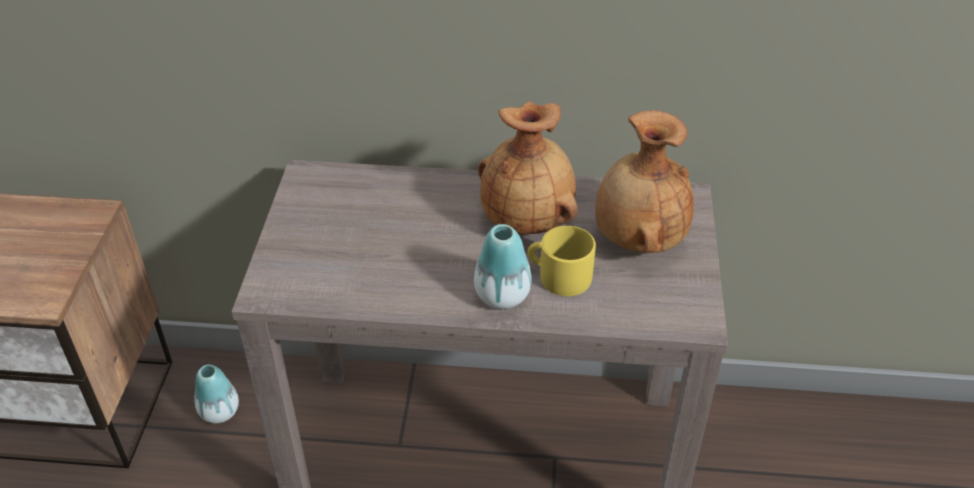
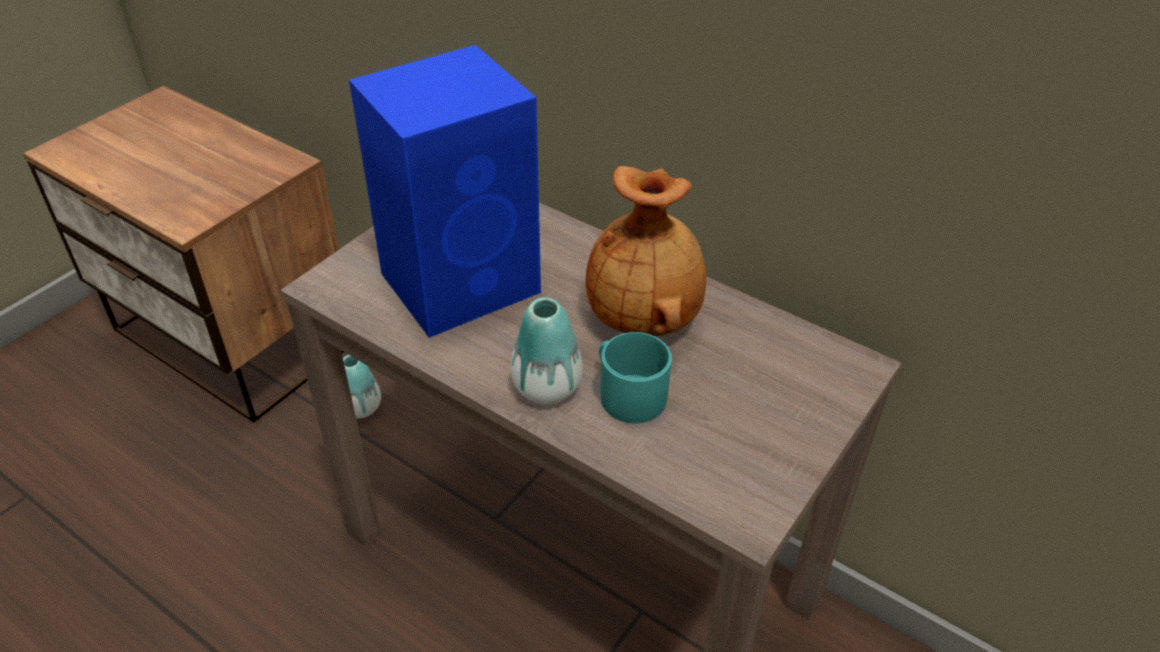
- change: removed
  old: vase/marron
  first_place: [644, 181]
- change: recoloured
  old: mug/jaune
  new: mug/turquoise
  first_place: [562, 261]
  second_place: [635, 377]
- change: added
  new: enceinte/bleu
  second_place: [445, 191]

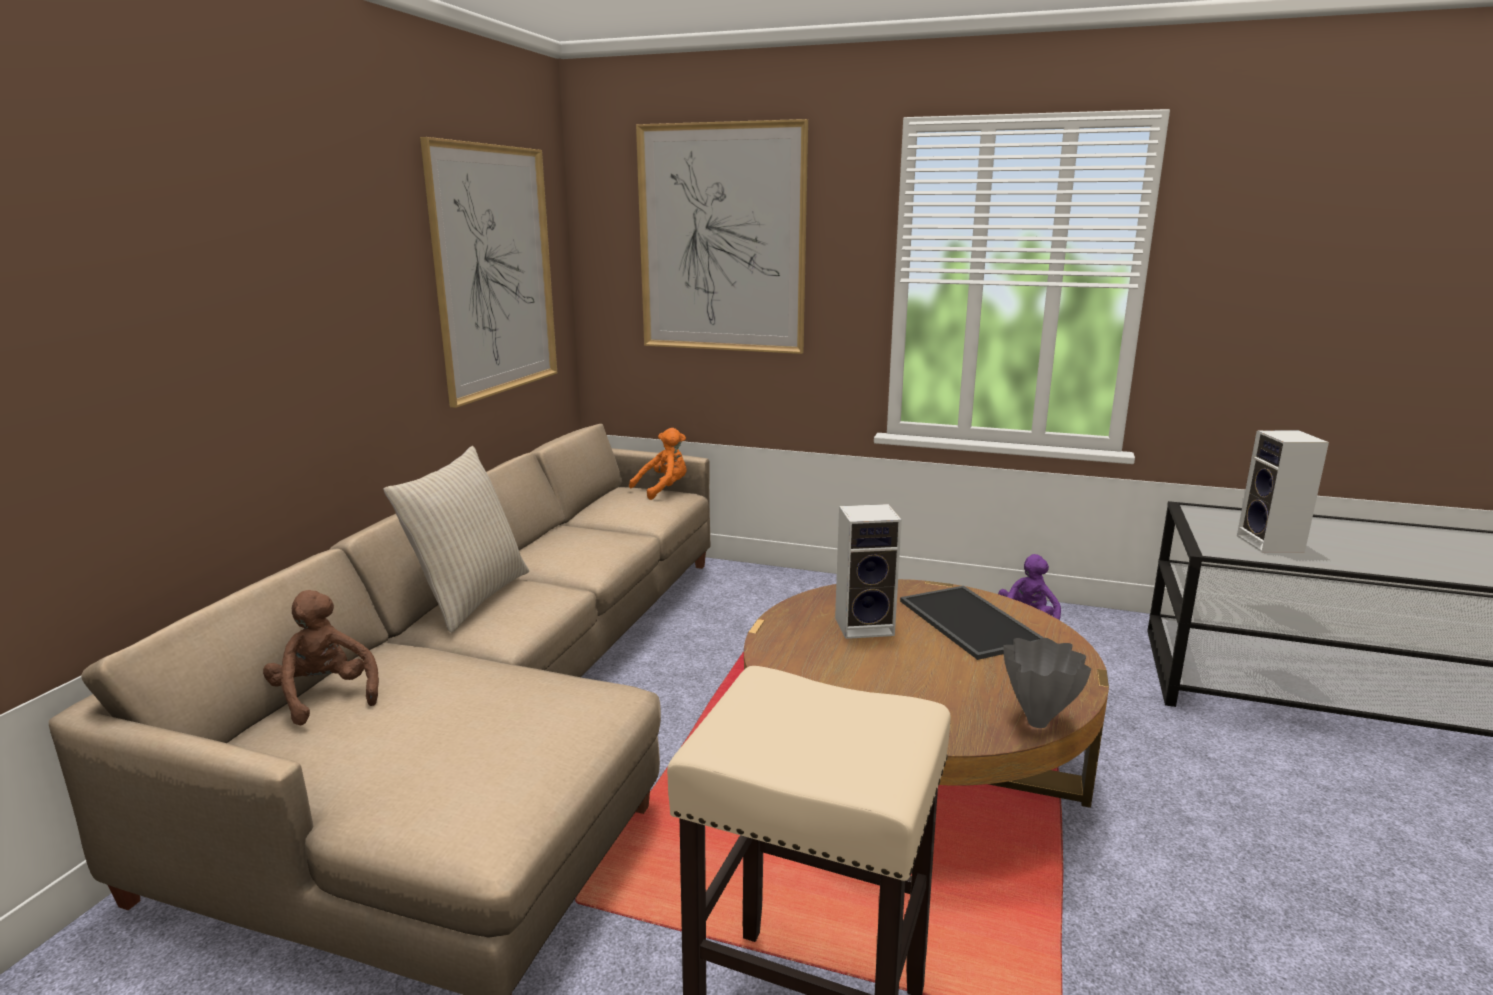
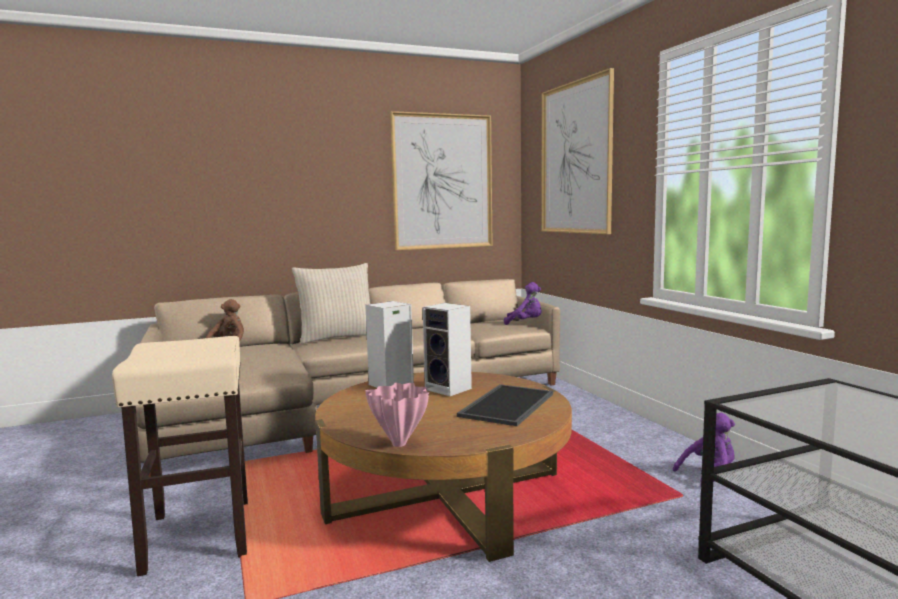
- change: recoloured
  old: peluche/orange
  new: peluche/violet
  first_place: [658, 464]
  second_place: [523, 303]
- change: moved
  old: enceinte
  first_place: [1283, 491]
  second_place: [389, 344]
- change: recoloured
  old: vase/gris
  new: vase/rose
  first_place: [1047, 683]
  second_place: [397, 415]

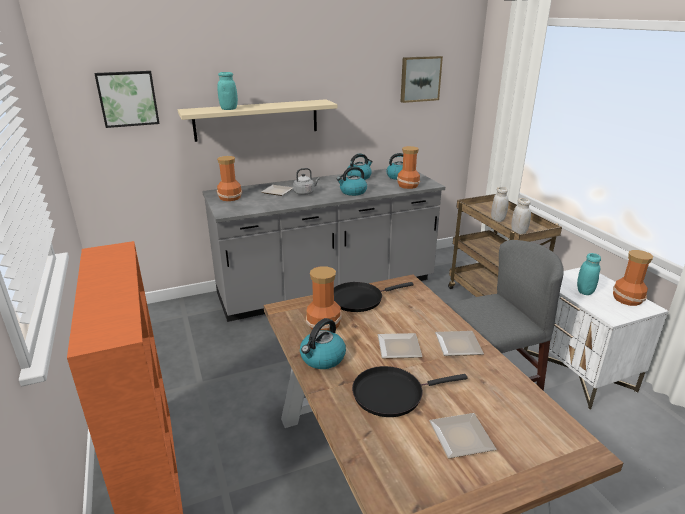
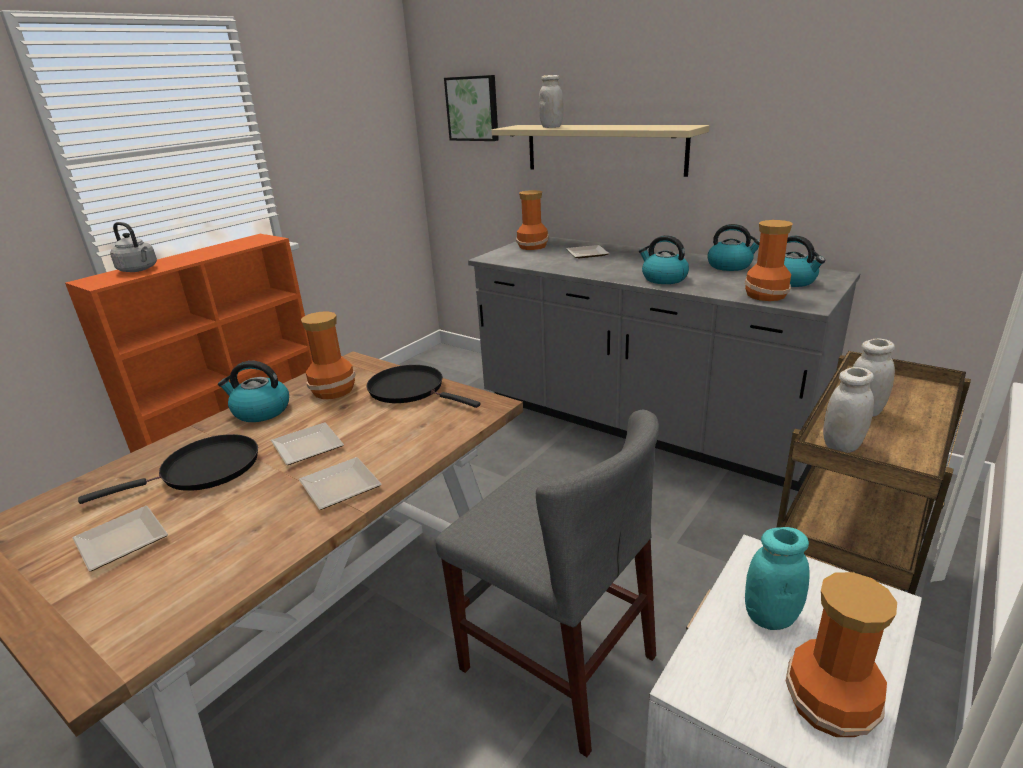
- change: removed
  old: tableau
  first_place: [422, 79]
- change: recoloured
  old: bocal/turquoise
  new: bocal/blanc
  first_place: [227, 91]
  second_place: [551, 101]
- change: moved
  old: bouilloire/gris
  first_place: [306, 181]
  second_place: [133, 247]
- change: turned
  old: poêle/noir
  first_place: [410, 391]
  second_place: [168, 469]
  degrees: 105

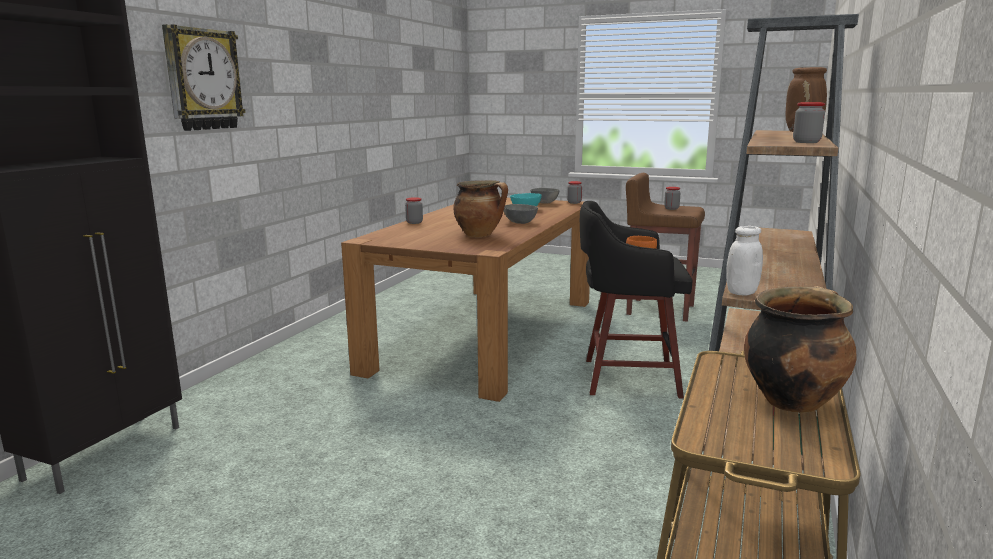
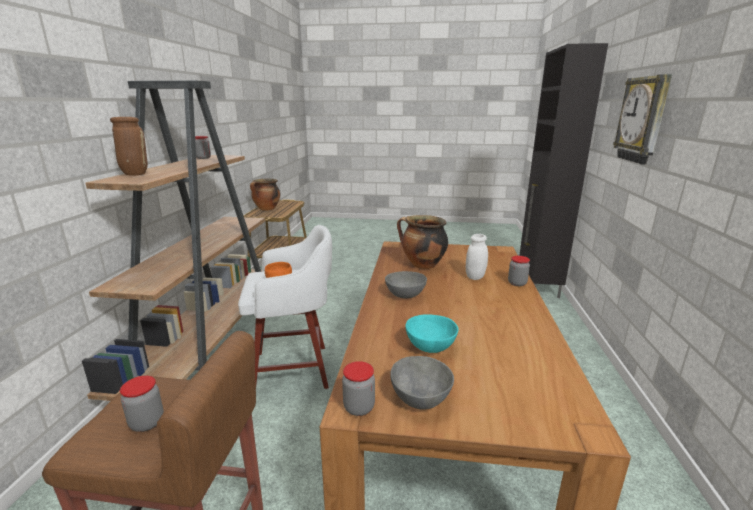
- change: recoloured
  old: tabouret/noir
  new: tabouret/blanc
  first_place: [636, 299]
  second_place: [285, 307]
- change: moved
  old: bocal/blanc
  first_place: [744, 260]
  second_place: [477, 257]

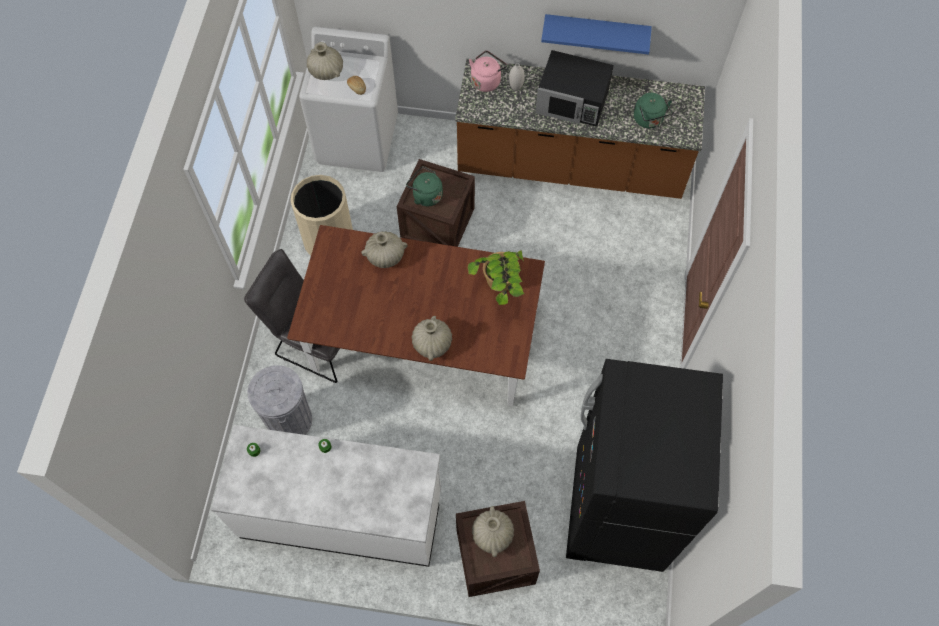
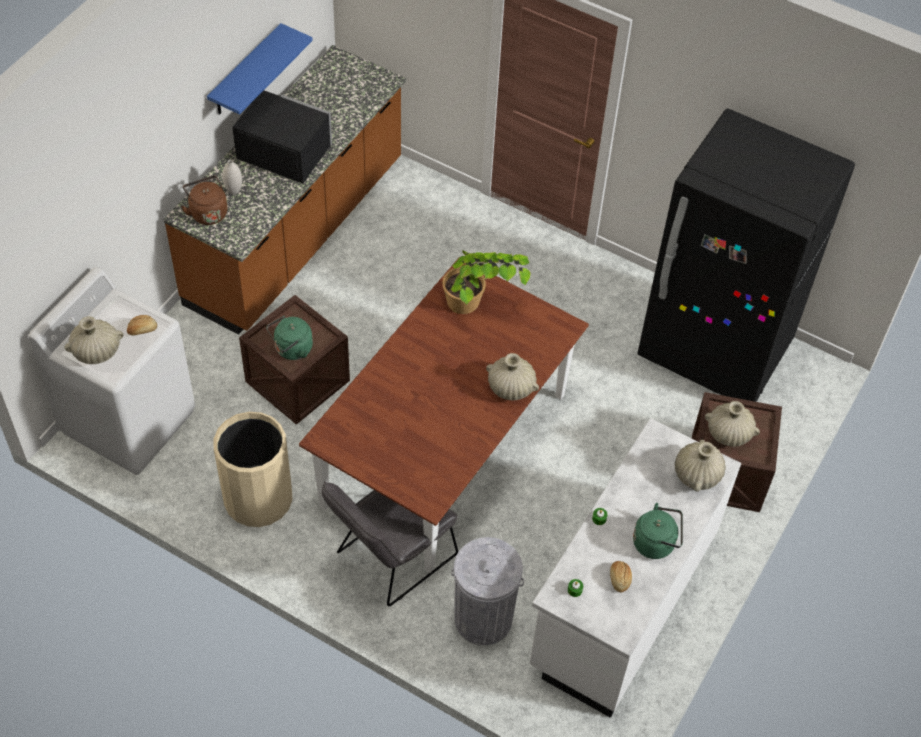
- change: recoloured
  old: bouilloire/rose
  new: bouilloire/marron
  first_place: [488, 71]
  second_place: [204, 200]
- change: turned
  old: micro-ondes/noir
  first_place: [574, 88]
  second_place: [282, 136]
  degrees: -105
- change: moved
  old: bouilloire/vert
  first_place: [653, 110]
  second_place: [658, 531]
- change: moved
  old: vase/beige
  first_place: [384, 249]
  second_place: [700, 466]
- change: added
  new: pain
  second_place: [621, 576]

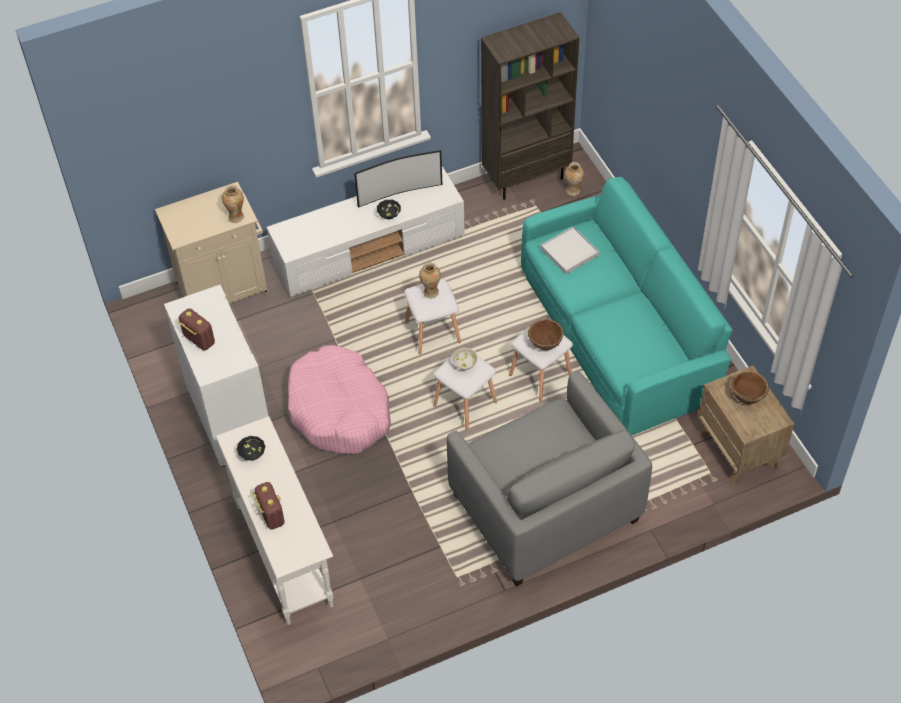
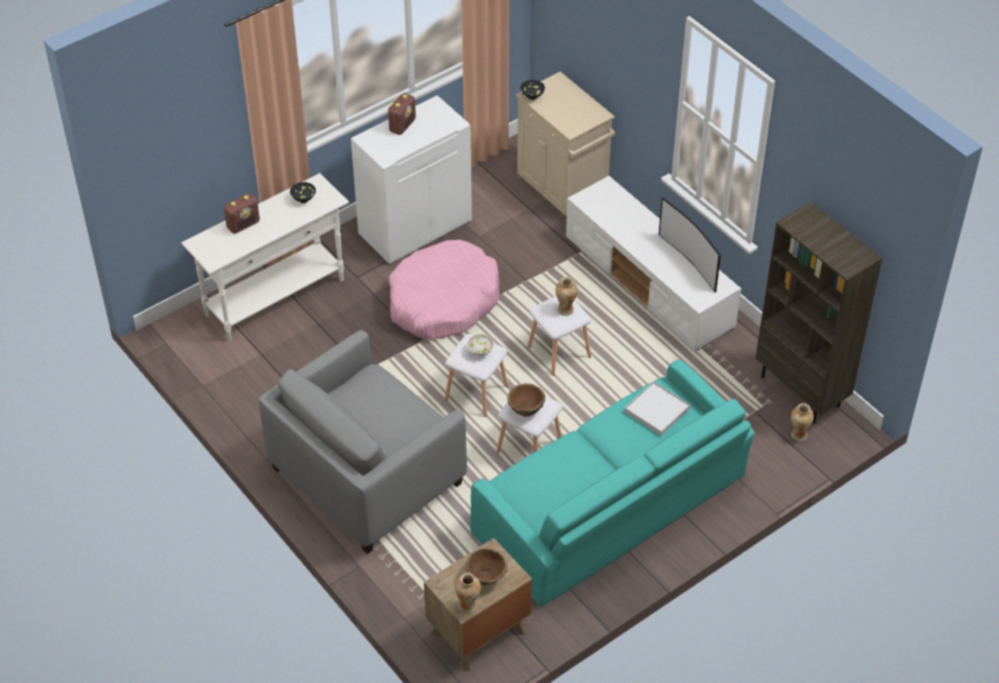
- change: moved
  old: vase
  first_place: [233, 204]
  second_place: [468, 593]
- change: moved
  old: bol/noir
  first_place: [389, 210]
  second_place: [532, 90]

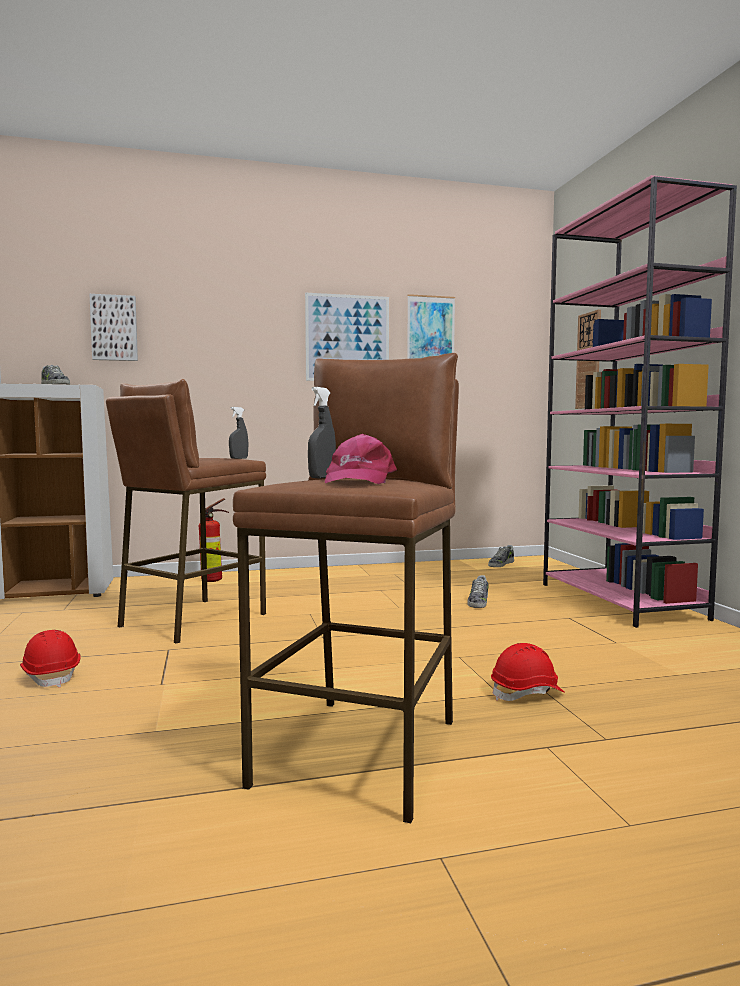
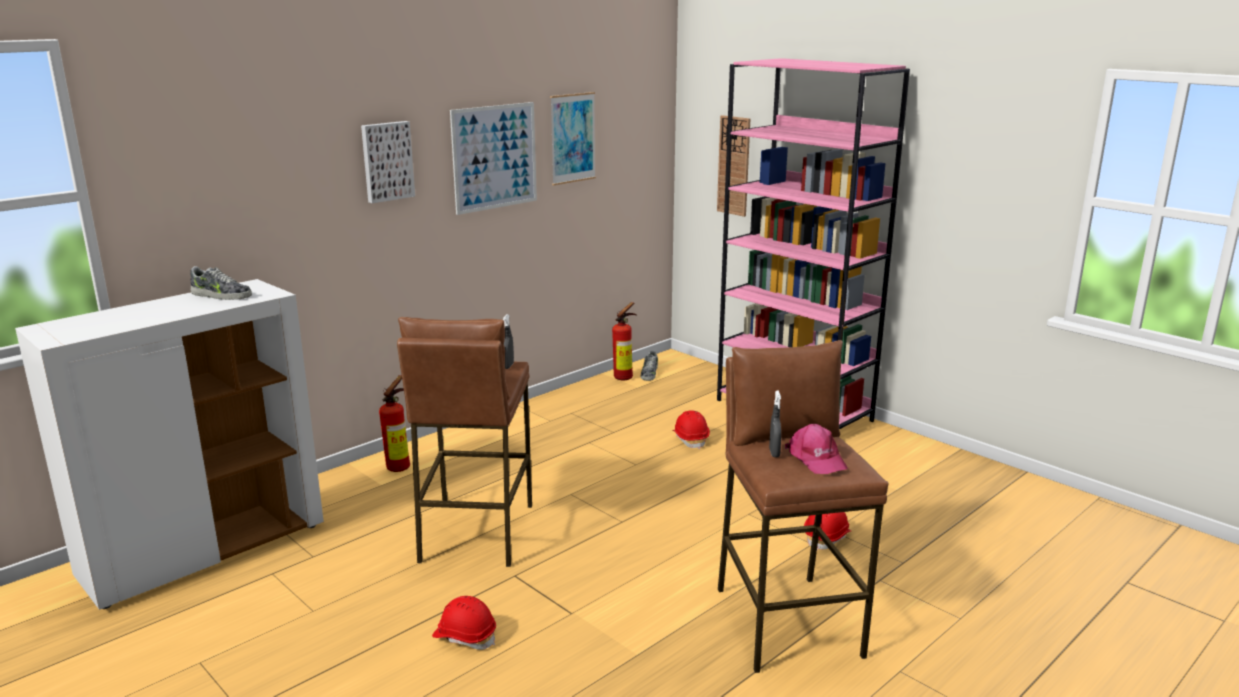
- change: moved
  old: tableau
  first_place: [114, 327]
  second_place: [388, 162]
- change: replaced
  old: chaussure
  new: casque de chantier/rouge
  first_place: [478, 591]
  second_place: [691, 429]
- change: added
  new: extincteur
  second_place: [624, 341]

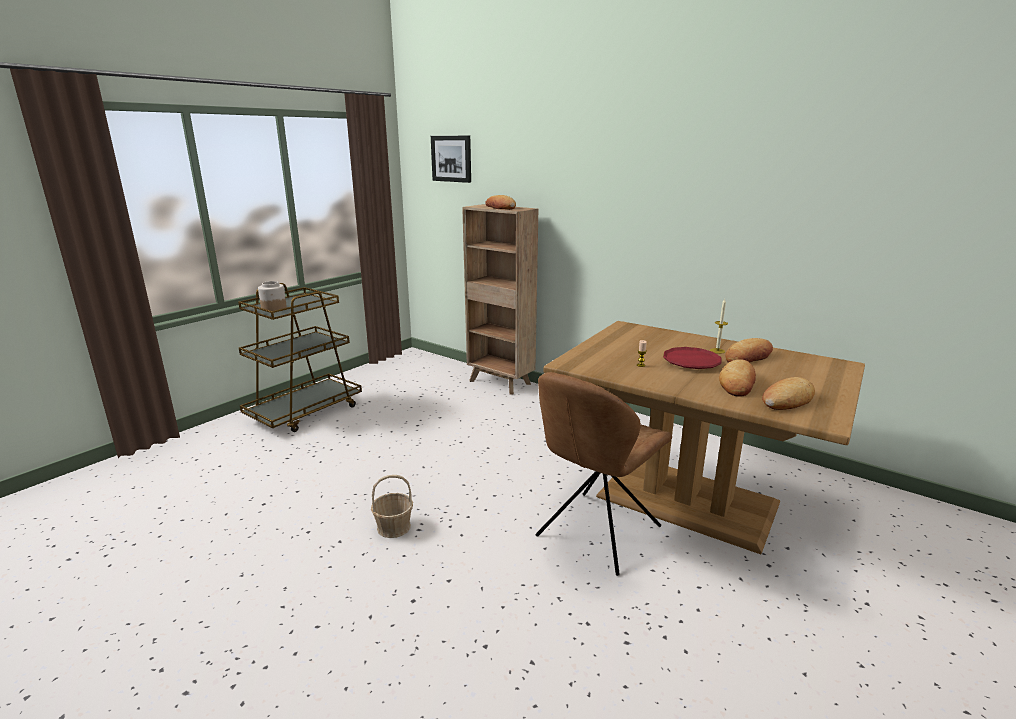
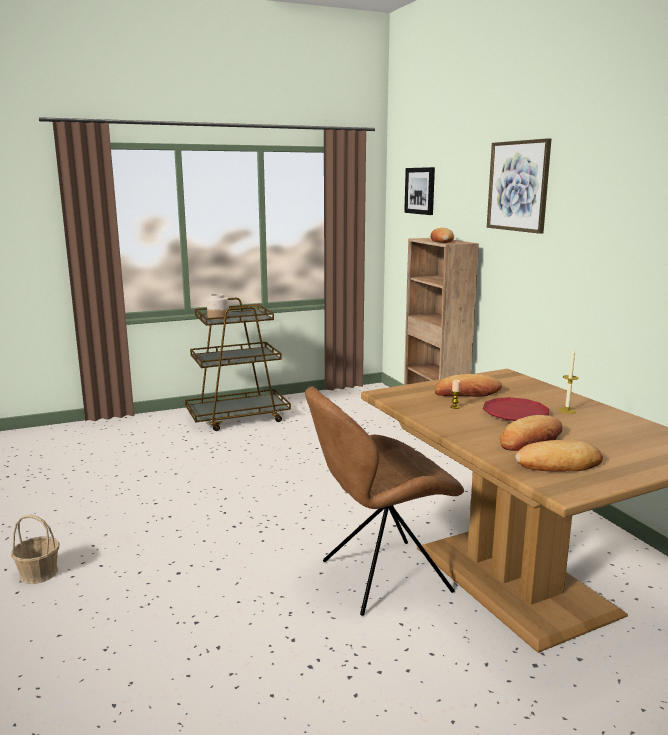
- change: moved
  old: pain
  first_place: [749, 350]
  second_place: [468, 385]
- change: moved
  old: panier
  first_place: [392, 506]
  second_place: [35, 549]
- change: added
  new: tableau
  second_place: [519, 186]

